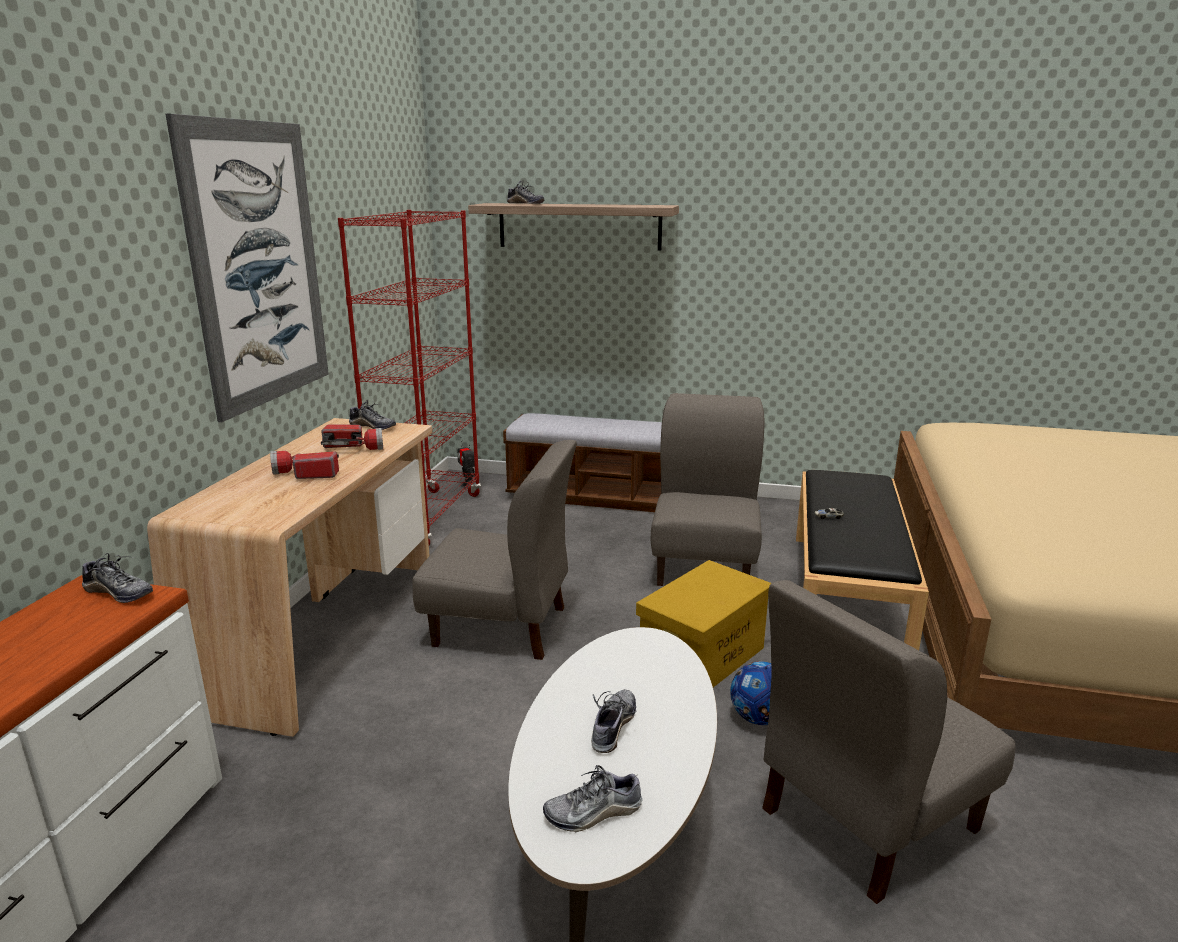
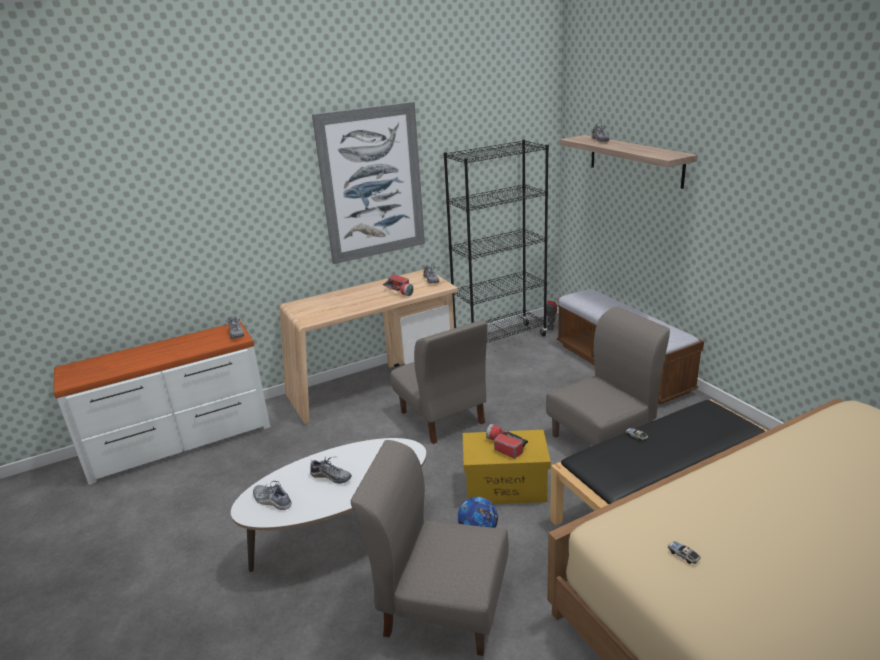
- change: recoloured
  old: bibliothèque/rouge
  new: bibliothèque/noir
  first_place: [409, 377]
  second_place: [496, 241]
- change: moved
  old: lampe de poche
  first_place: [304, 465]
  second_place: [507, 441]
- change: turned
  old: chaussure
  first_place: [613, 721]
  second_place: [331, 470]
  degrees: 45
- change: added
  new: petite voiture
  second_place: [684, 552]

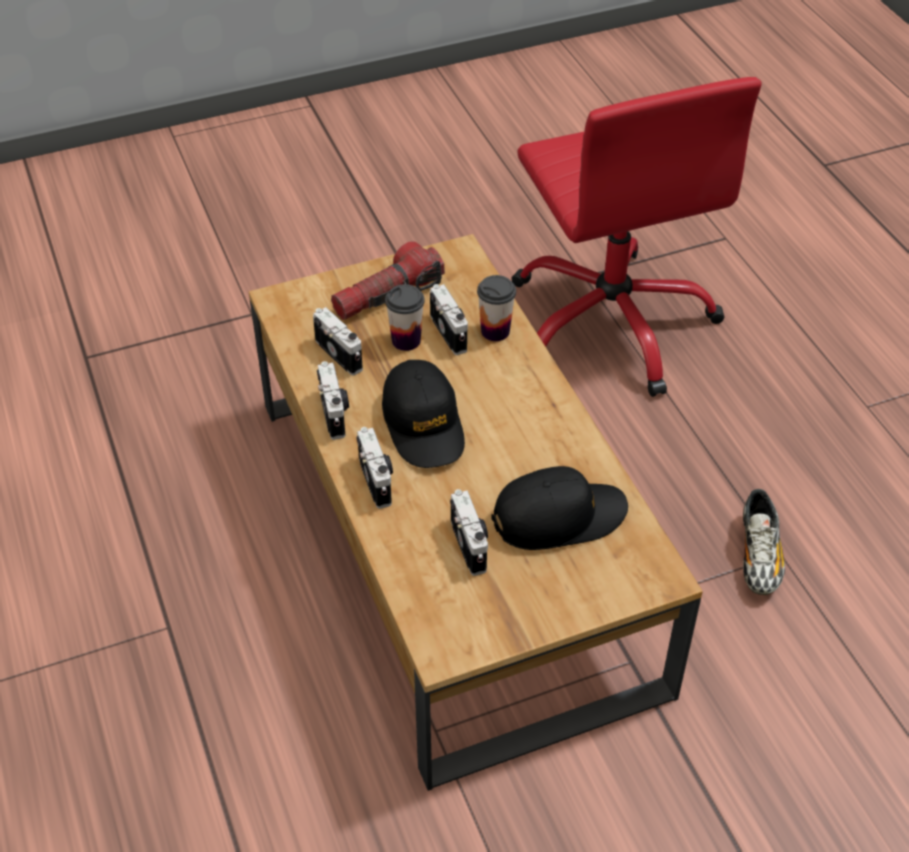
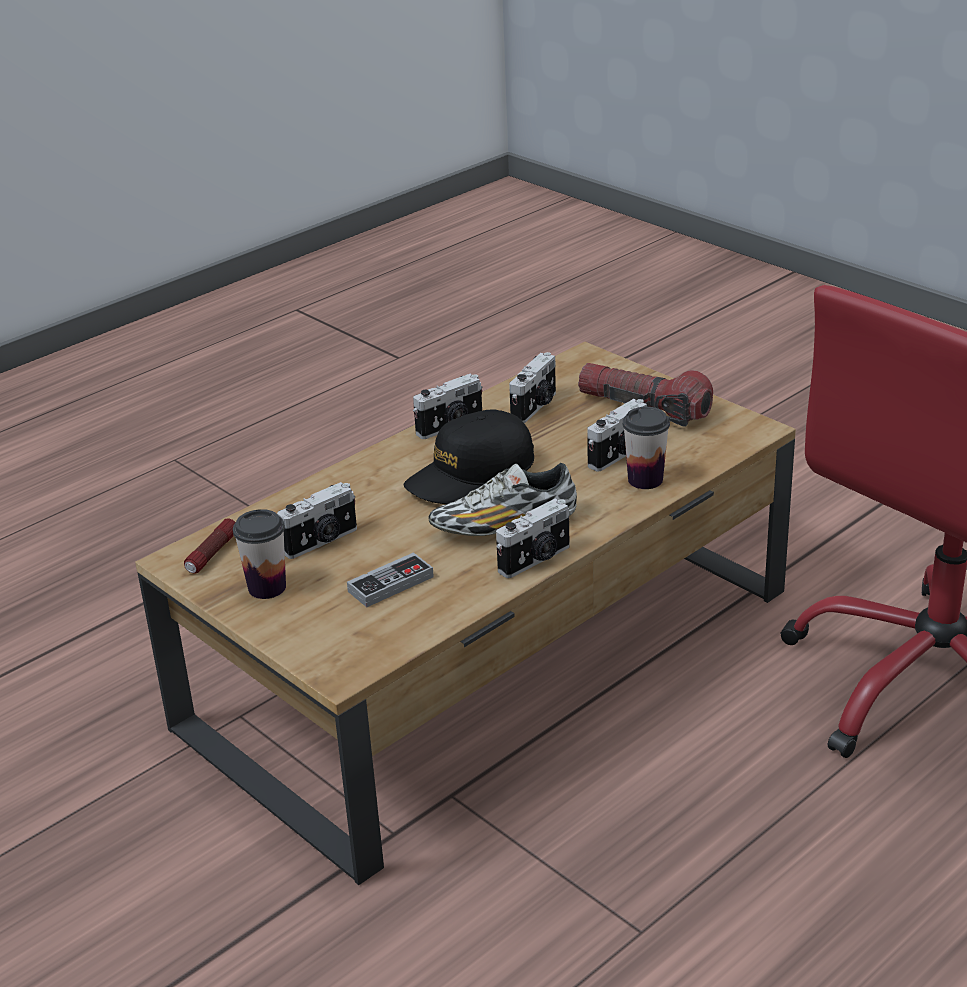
- change: moved
  old: tasse
  first_place: [405, 317]
  second_place: [259, 554]
- change: moved
  old: appareil photo
  first_place: [374, 468]
  second_place: [533, 538]
- change: replaced
  old: casquette/noir
  new: manette
  first_place: [559, 508]
  second_place: [390, 579]
- change: moved
  old: chaussure
  first_place: [764, 542]
  second_place: [502, 499]
- change: added
  new: lampe de poche
  second_place: [210, 546]

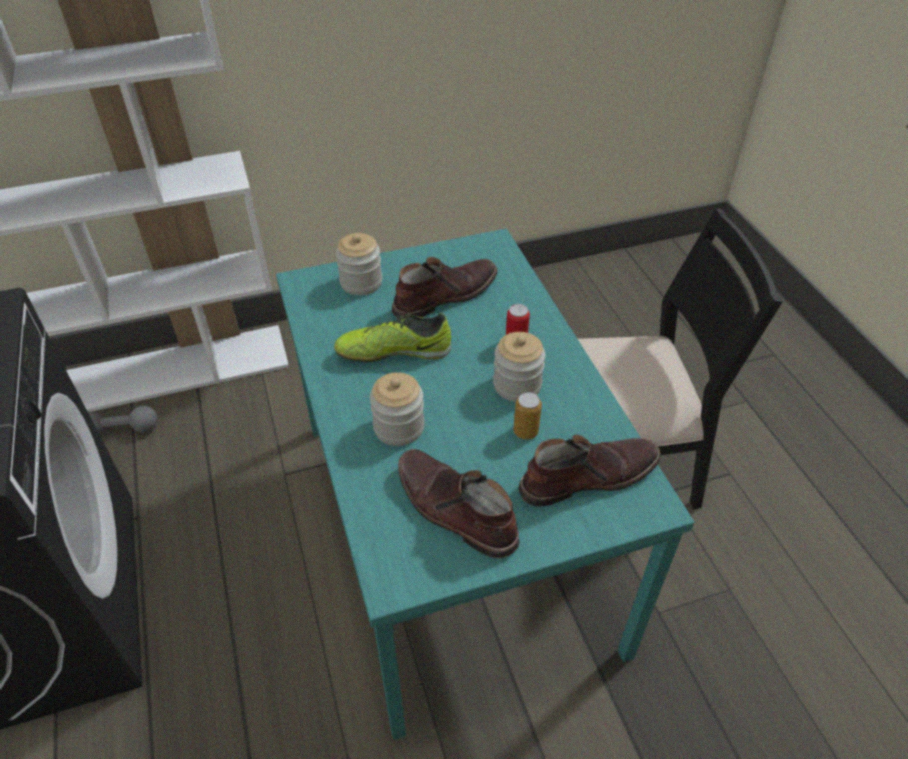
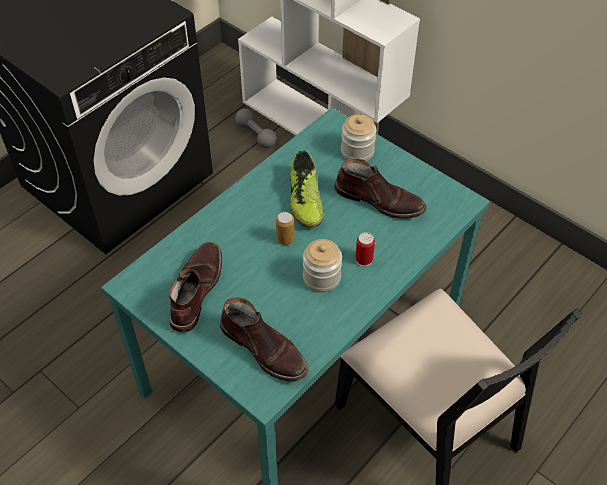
- change: turned
  old: chaussure
  first_place: [393, 337]
  second_place: [306, 189]
  degrees: -150
- change: removed
  old: bocal
  first_place: [397, 409]
- change: moved
  old: boîte métallique
  first_place: [527, 416]
  second_place: [285, 228]

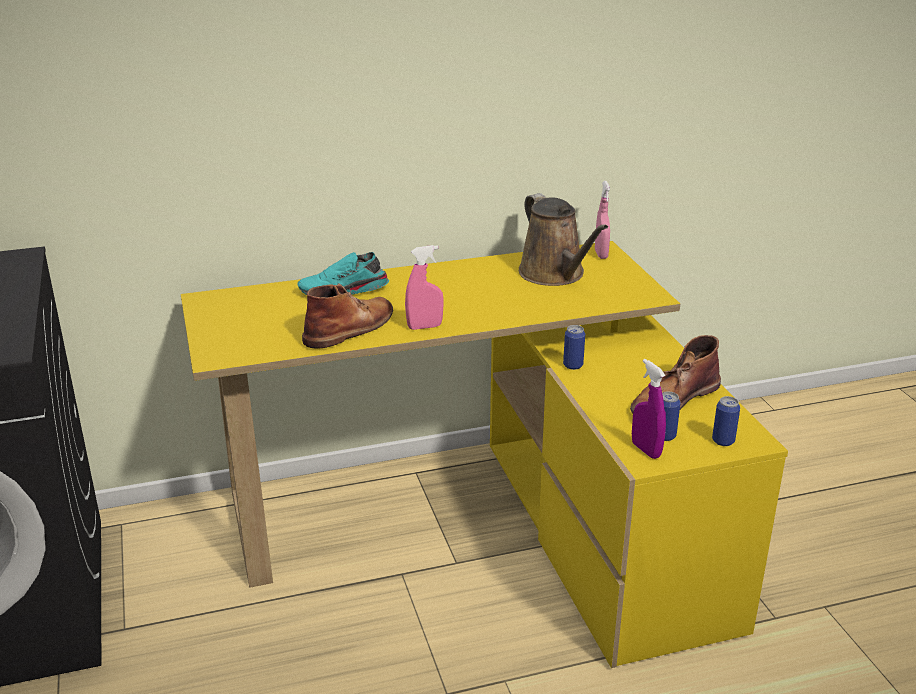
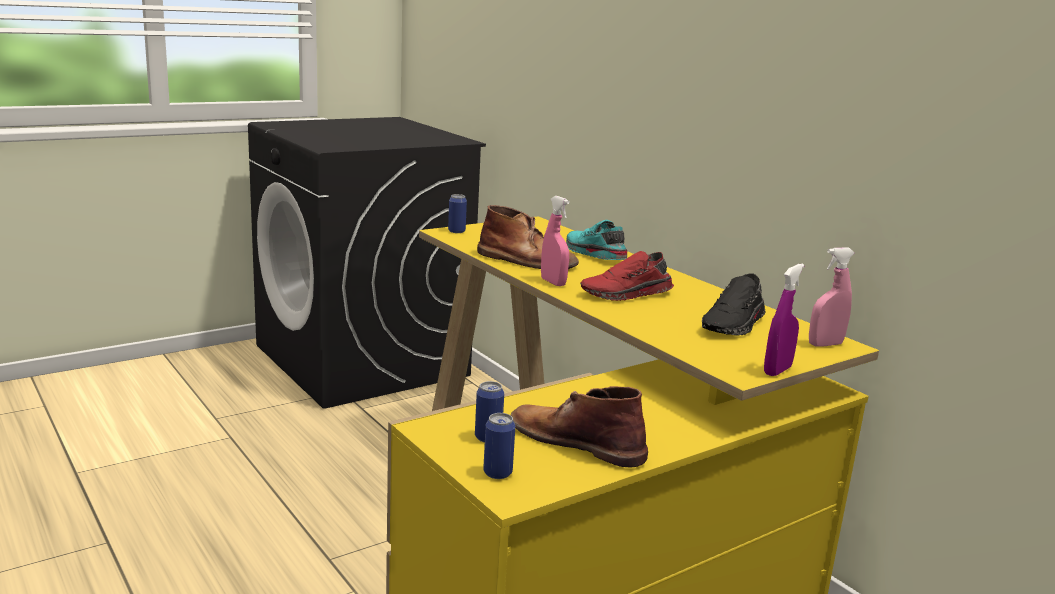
- change: replaced
  old: arrosoir/marron
  new: chaussure/noir
  first_place: [563, 239]
  second_place: [733, 304]
- change: moved
  old: boîte métallique
  first_place: [574, 347]
  second_place: [457, 213]
- change: moved
  old: vaporisateur/violet
  first_place: [649, 409]
  second_place: [784, 320]
- change: added
  new: chaussure/rouge
  second_place: [627, 276]

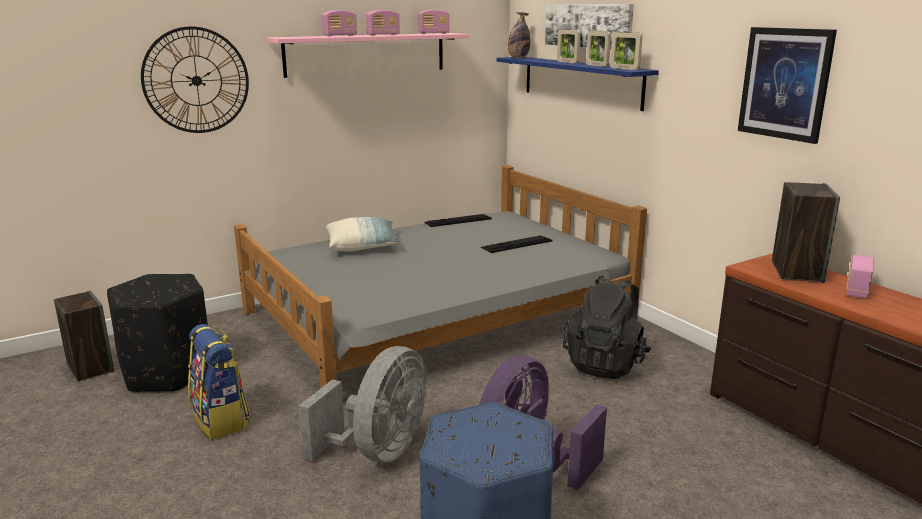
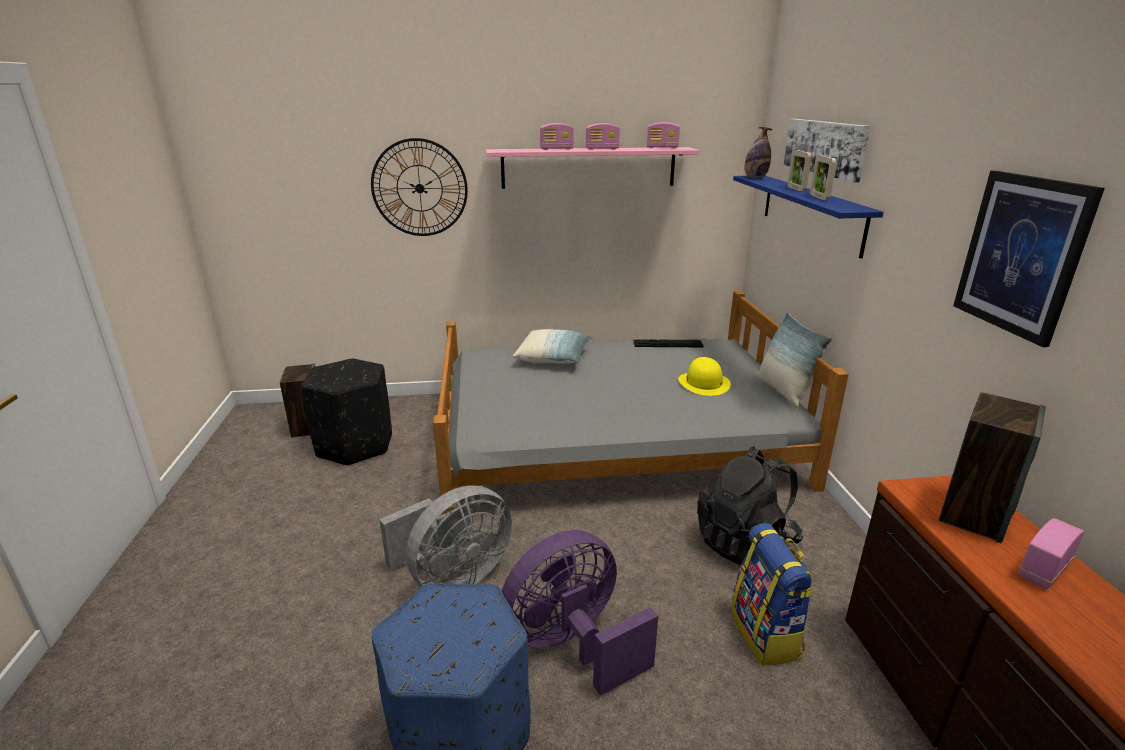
- change: removed
  old: cadre photo
  first_place: [626, 51]
- change: replaced
  old: clavier
  new: chapeau/jaune
  first_place: [517, 244]
  second_place: [704, 376]
- change: moved
  old: sac à dos
  first_place: [219, 382]
  second_place: [772, 594]
- change: added
  new: coussin
  second_place: [794, 359]

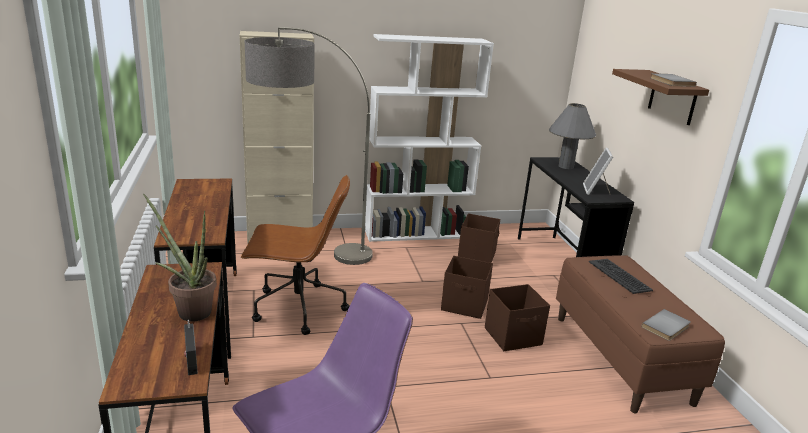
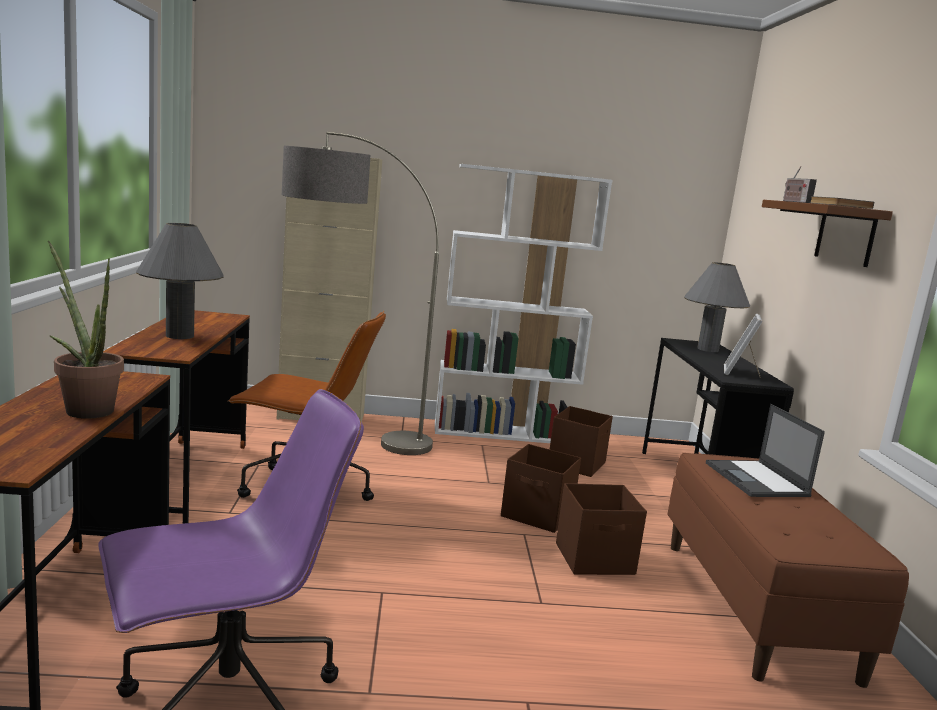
- change: replaced
  old: clavier
  new: ordinateur portable
  first_place: [621, 276]
  second_place: [765, 450]
- change: removed
  old: livre/gris
  first_place: [666, 325]
- change: moved
  old: radio
  first_place: [191, 347]
  second_place: [800, 184]
- change: added
  new: lampe de table/gris
  second_place: [180, 281]

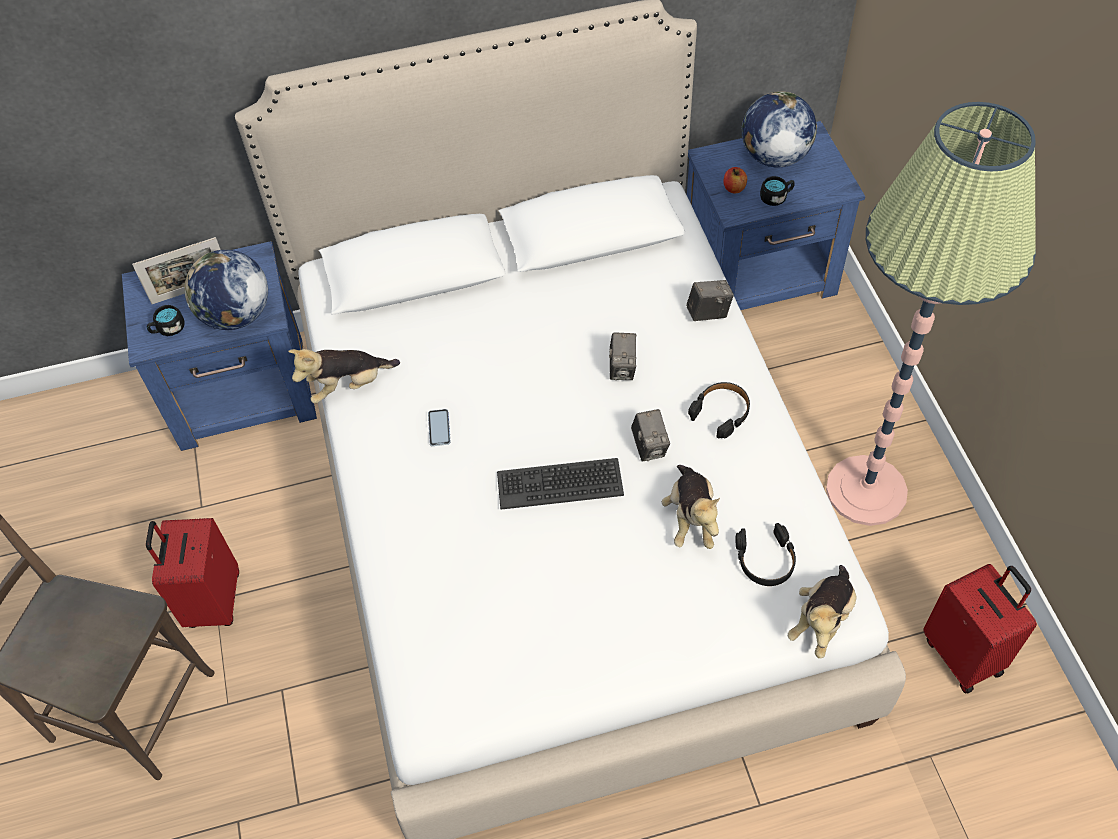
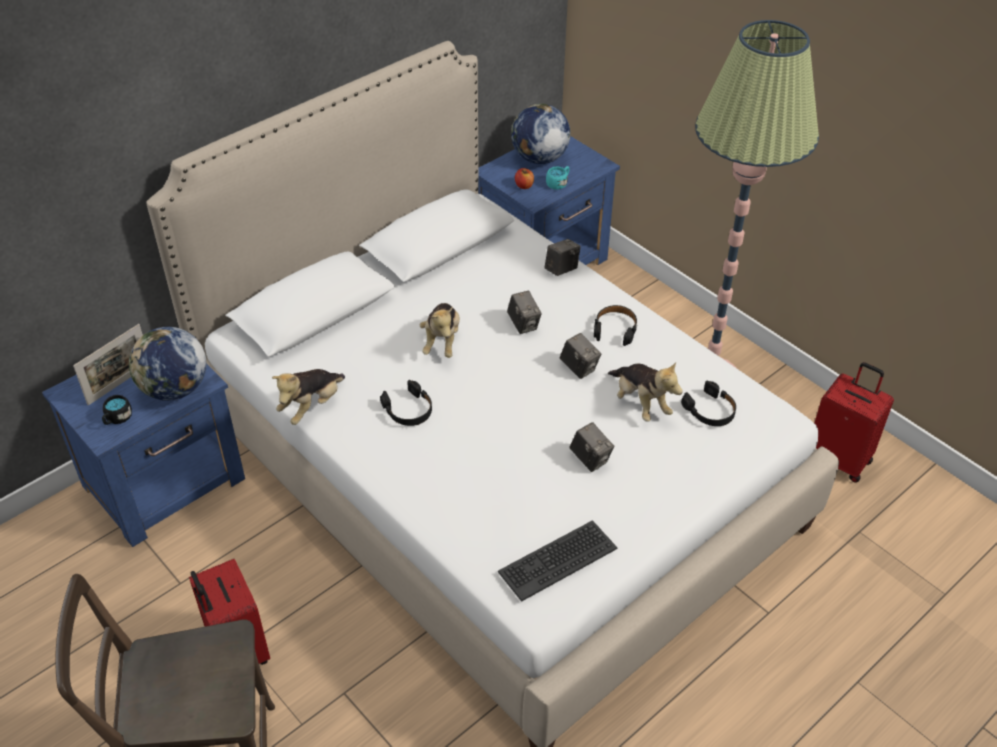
- change: recoloured
  old: mug/noir
  new: mug/turquoise
  first_place: [777, 191]
  second_place: [557, 178]
- change: replaced
  old: téléphone
  new: casque audio/noir
  first_place: [439, 427]
  second_place: [406, 403]
- change: moved
  old: clavier
  first_place: [560, 483]
  second_place: [558, 561]
- change: moved
  old: peluche
  first_place: [822, 611]
  second_place: [440, 330]
- change: added
  new: appareil photo
  second_place: [592, 447]

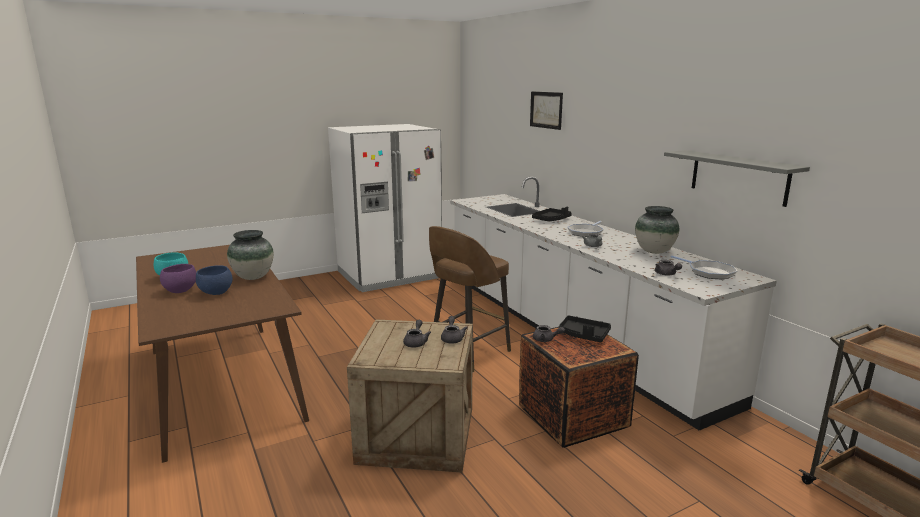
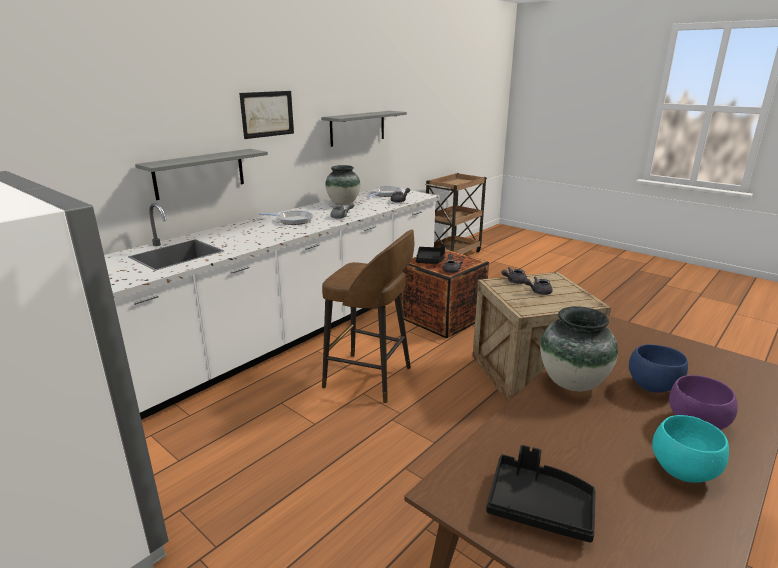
- change: moved
  old: tableau
  first_place: [546, 111]
  second_place: [266, 115]
- change: moved
  old: plateau/noir
  first_place: [552, 214]
  second_place: [541, 494]
- change: added
  new: étagère/gris
  second_place: [201, 174]

